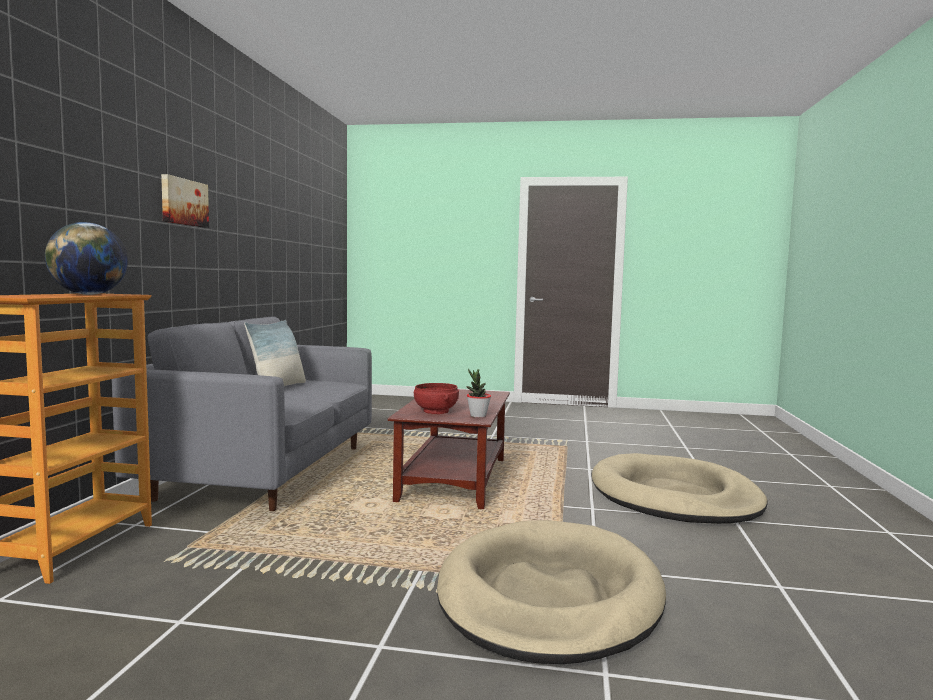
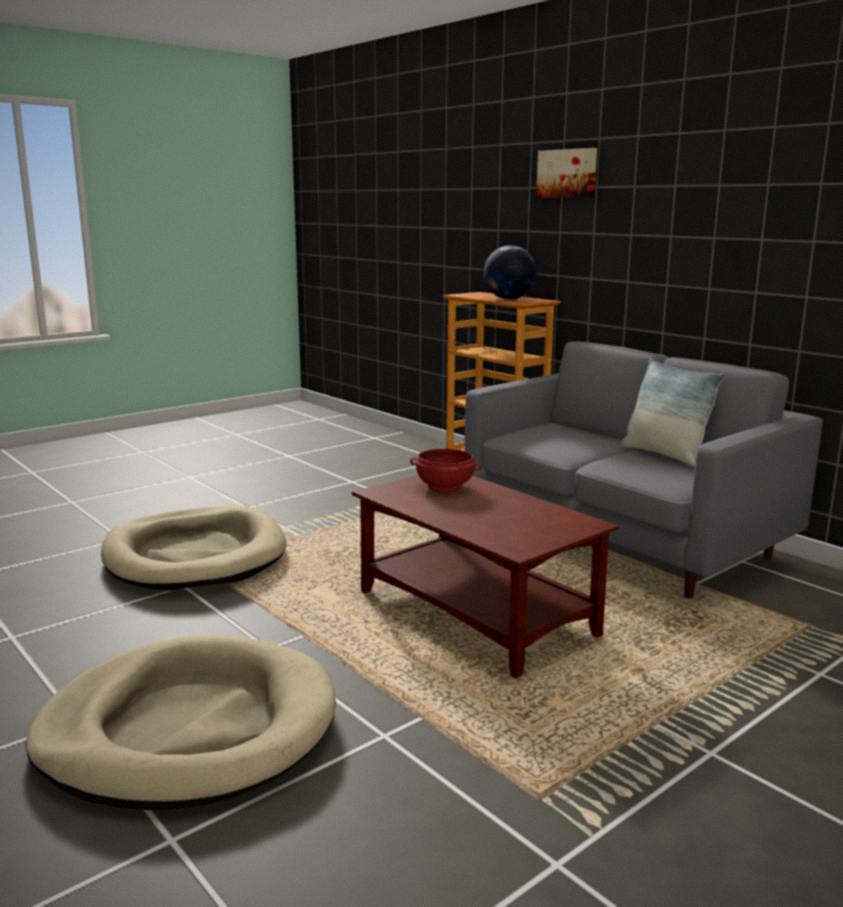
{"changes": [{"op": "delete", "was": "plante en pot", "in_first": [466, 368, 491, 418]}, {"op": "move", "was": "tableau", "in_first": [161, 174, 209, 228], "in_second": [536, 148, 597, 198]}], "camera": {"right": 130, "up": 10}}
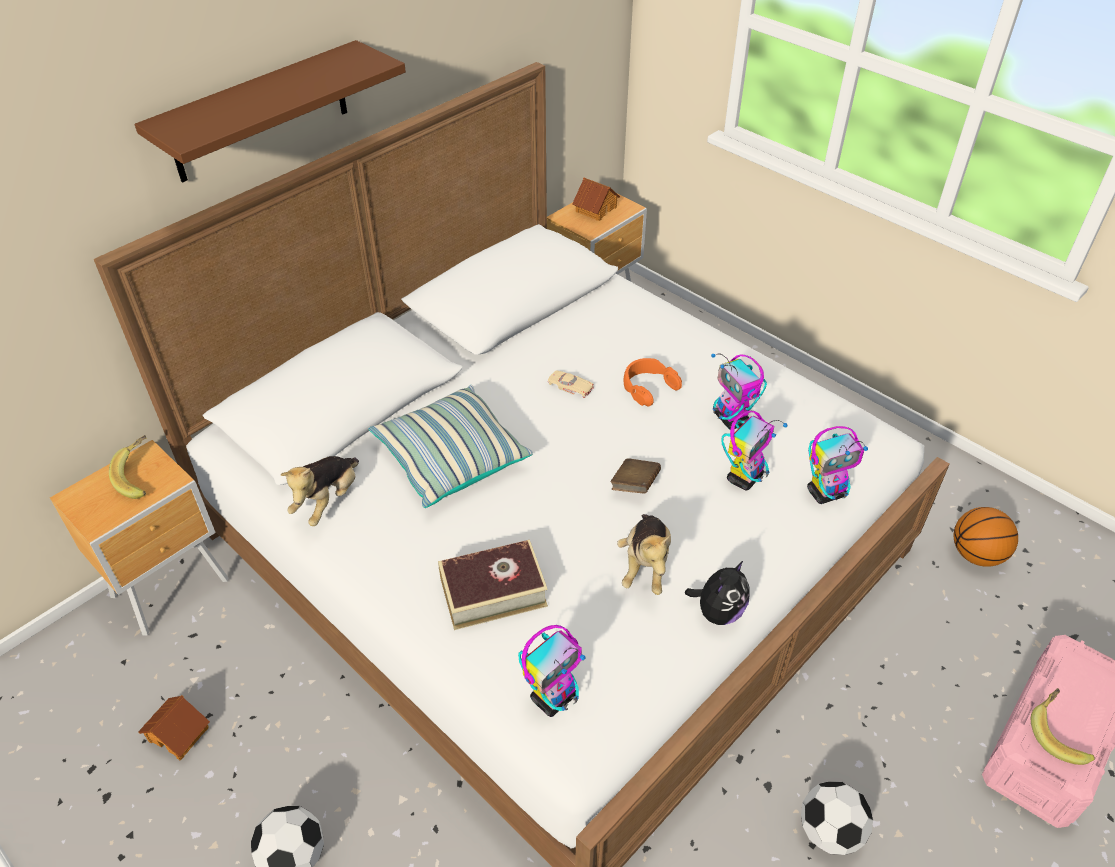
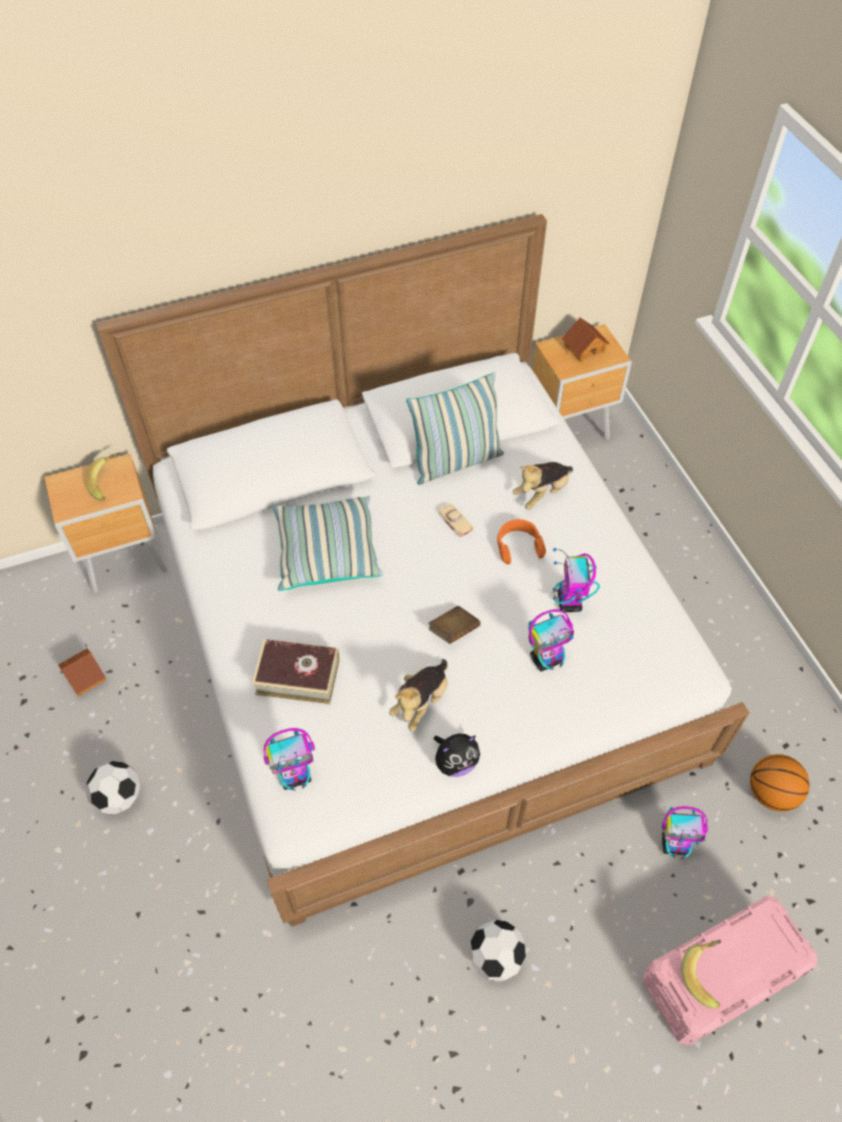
{"changes": [{"op": "delete", "was": "étagère [marron]", "in_first": [135, 40, 406, 183]}, {"op": "insert", "now": "coussin", "in_second": [406, 372, 504, 485]}, {"op": "move", "was": "peluche", "in_first": [281, 456, 359, 526], "in_second": [513, 462, 573, 510]}, {"op": "move", "was": "robot jouet", "in_first": [807, 426, 868, 504], "in_second": [662, 806, 708, 859]}], "camera": {"right": 25, "up": 10}}
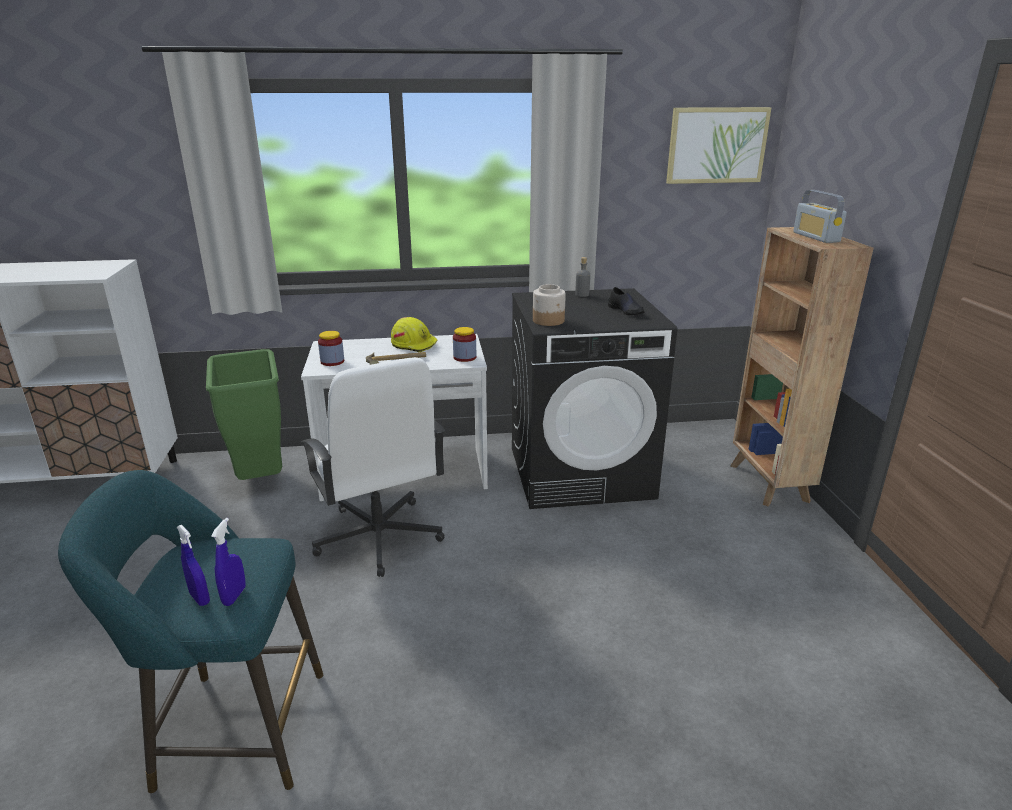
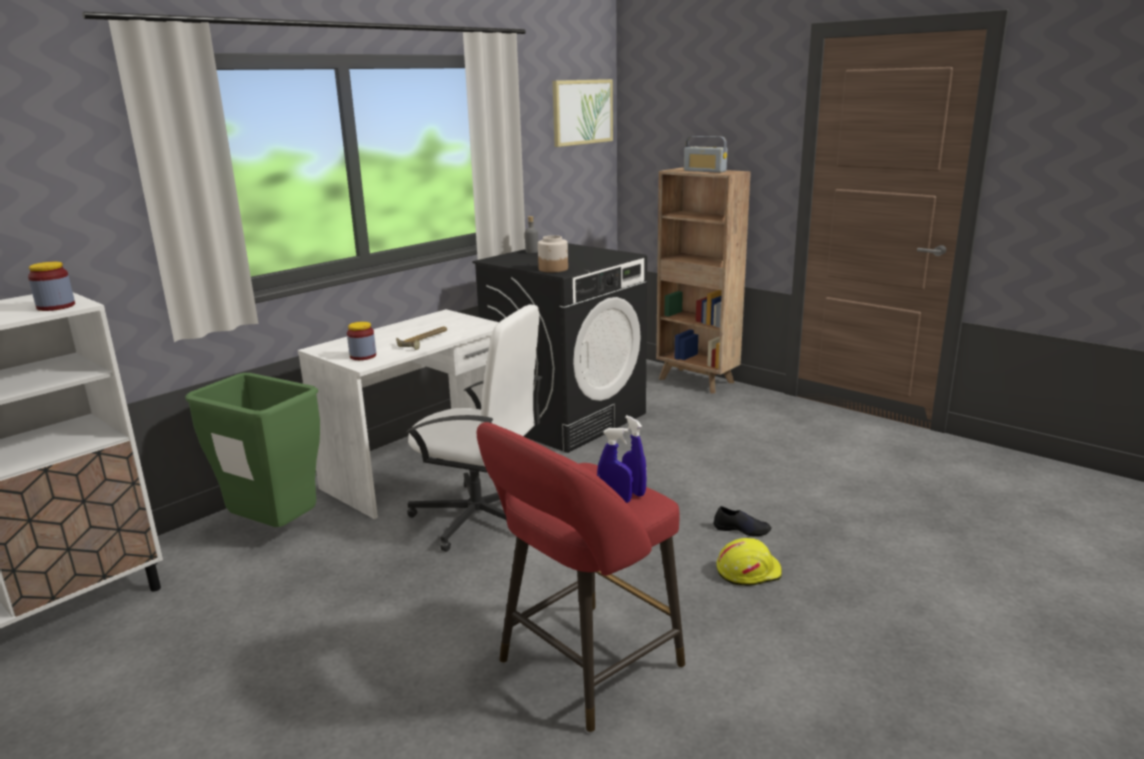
{"changes": [{"op": "move", "was": "casque de chantier [jaune]", "in_first": [391, 317, 438, 352], "in_second": [716, 538, 782, 586]}, {"op": "move", "was": "bocal", "in_first": [453, 327, 476, 362], "in_second": [28, 262, 75, 311]}, {"op": "move", "was": "chaussure [noir]", "in_first": [608, 287, 645, 315], "in_second": [713, 506, 772, 537]}, {"op": "recolor", "was": "tabouret [turquoise]", "now": "tabouret [rouge]", "in_first": [58, 470, 323, 793], "in_second": [477, 422, 685, 732]}], "camera": {"right": -40, "up": -5}}
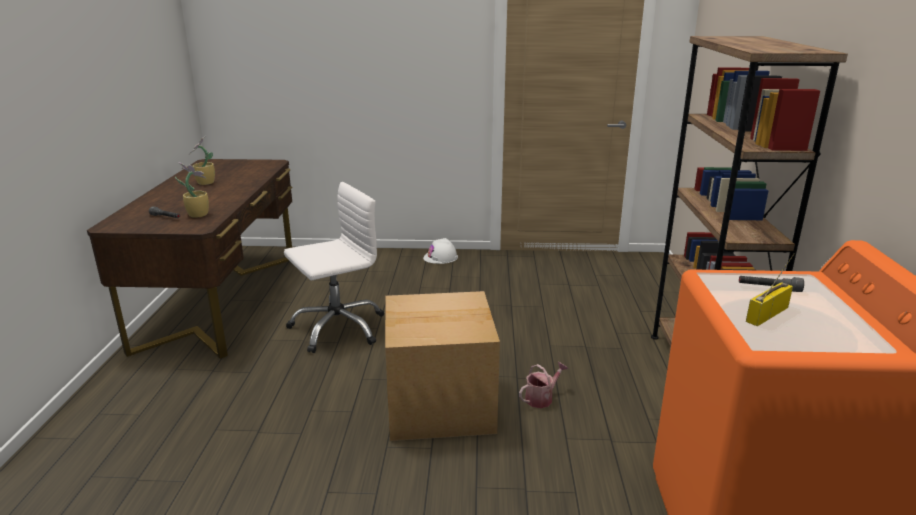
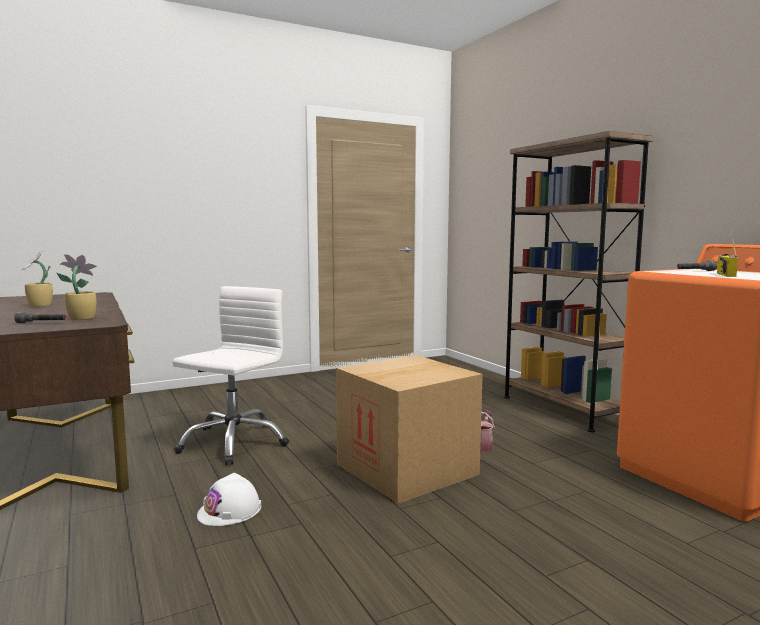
{"changes": [{"op": "move", "was": "casque de chantier [blanc]", "in_first": [423, 238, 458, 264], "in_second": [197, 473, 261, 526]}], "camera": {"right": -30, "up": -15}}
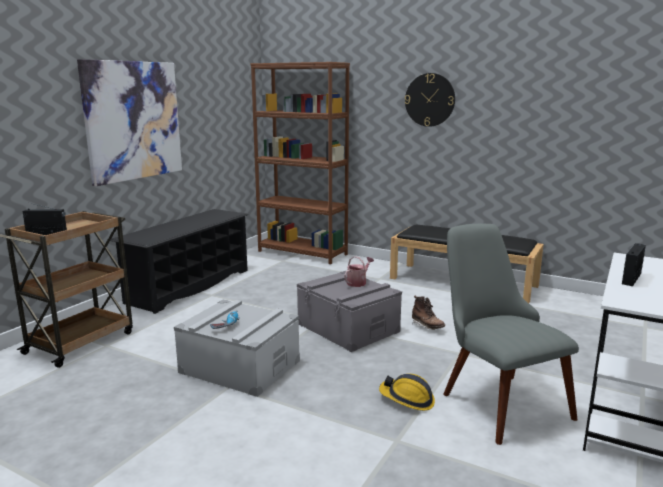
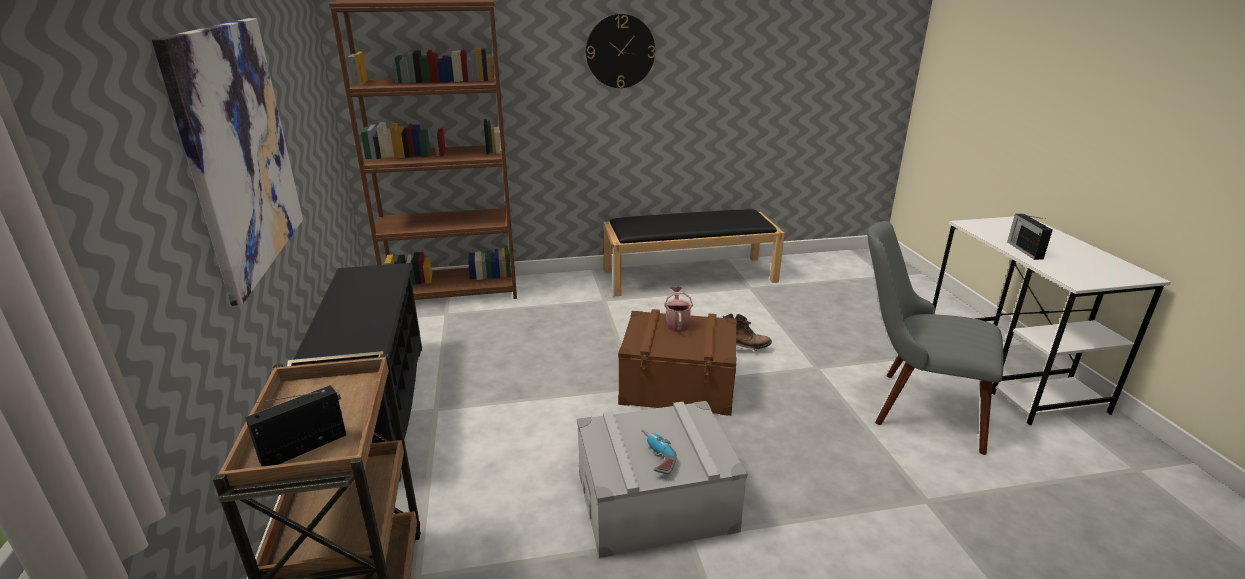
{"changes": [{"op": "delete", "was": "casque de chantier", "in_first": [379, 374, 435, 411]}, {"op": "recolor", "was": "boîte de rangement [gris]", "now": "boîte de rangement [marron]", "in_first": [297, 271, 402, 352], "in_second": [618, 309, 737, 416]}], "camera": {"right": -40, "up": 10}}
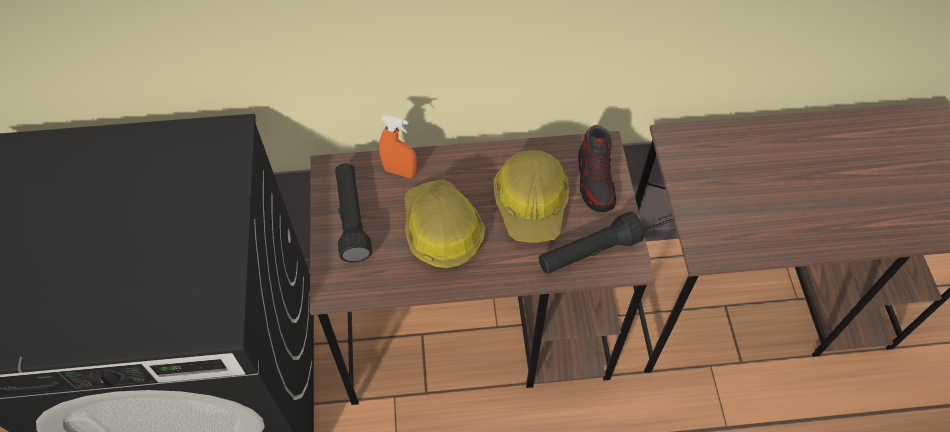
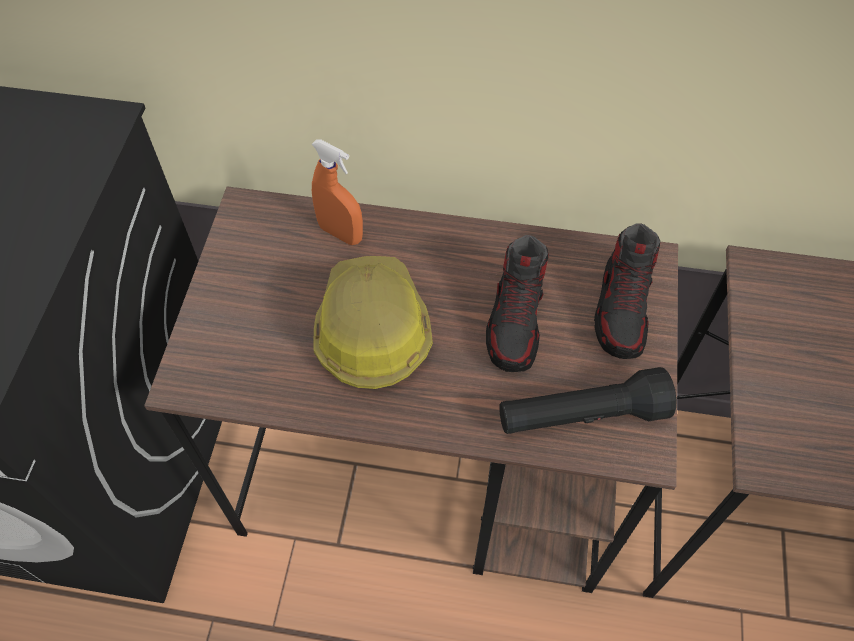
{"changes": [{"op": "delete", "was": "lampe de poche [noir]", "in_first": [335, 163, 372, 263]}, {"op": "replace", "was": "casque de chantier", "now": "chaussure", "in_first": [493, 150, 569, 243], "in_second": [486, 235, 549, 372]}], "camera": {"right": 15, "up": 0}}
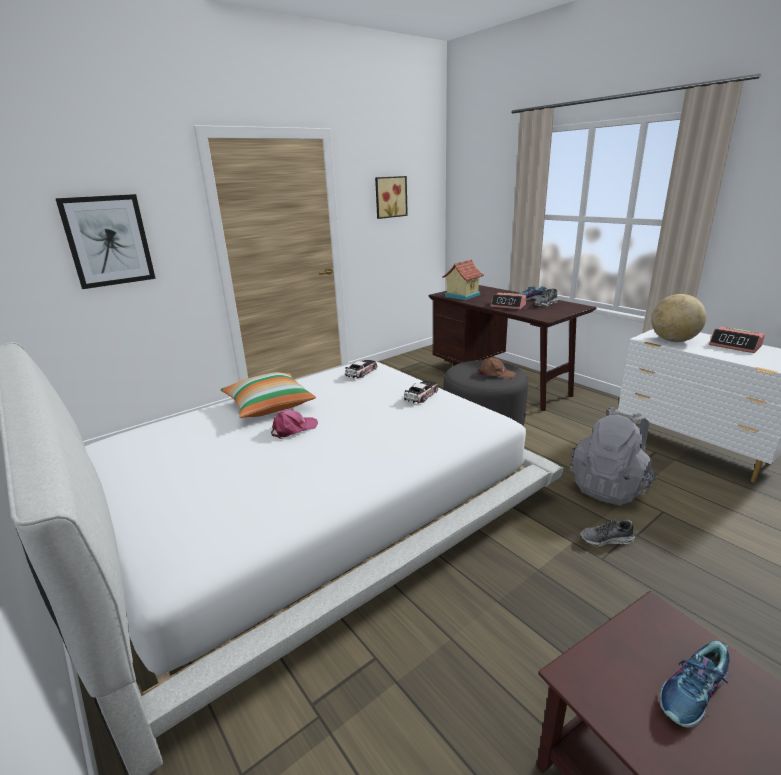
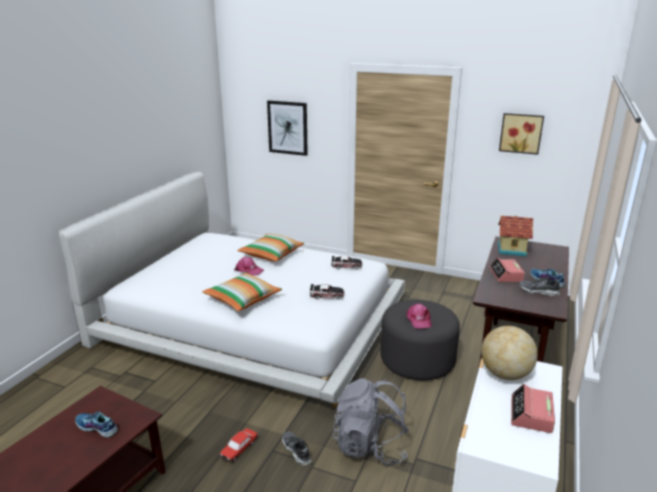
{"changes": [{"op": "insert", "now": "coussin", "in_second": [202, 272, 282, 311]}, {"op": "insert", "now": "petite voiture", "in_second": [219, 428, 258, 462]}, {"op": "recolor", "was": "casquette [marron]", "now": "casquette [rose]", "in_first": [478, 358, 516, 379], "in_second": [406, 304, 432, 329]}], "camera": {"right": 60, "up": 0}}
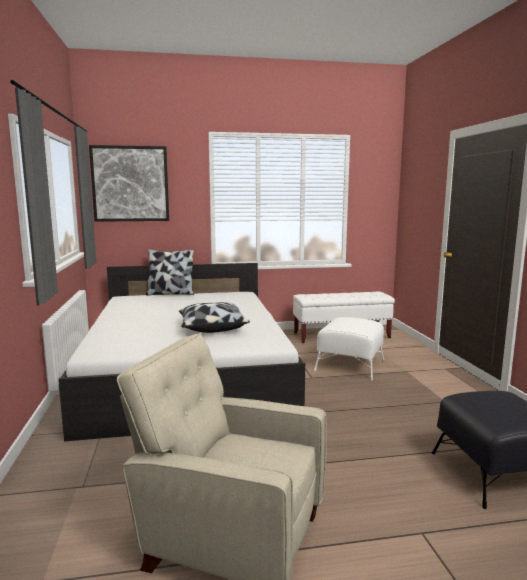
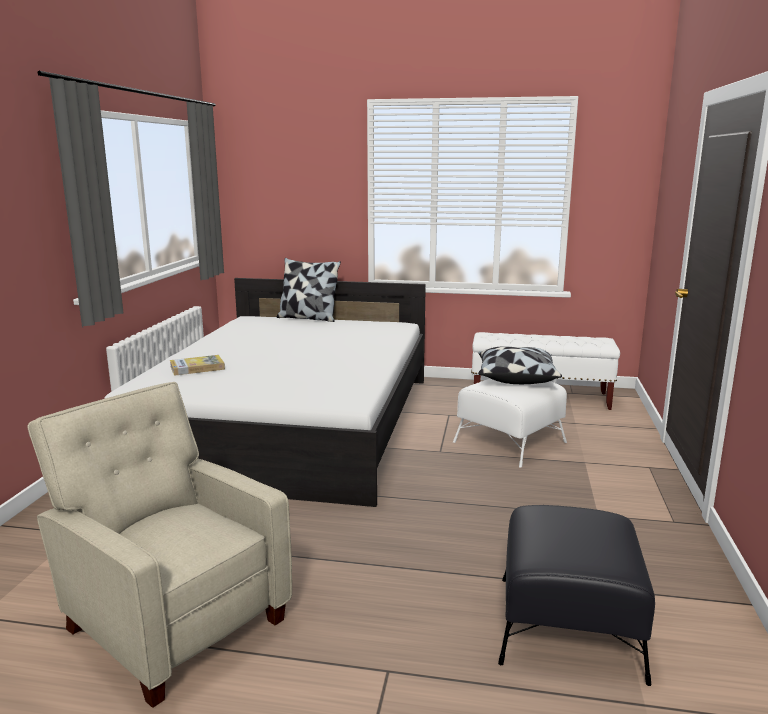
{"changes": [{"op": "delete", "was": "tableau", "in_first": [89, 145, 169, 222]}, {"op": "insert", "now": "livre", "in_second": [170, 355, 225, 376]}, {"op": "move", "was": "coussin", "in_first": [179, 302, 250, 333], "in_second": [478, 346, 562, 384]}], "camera": {"right": 20, "up": 5}}
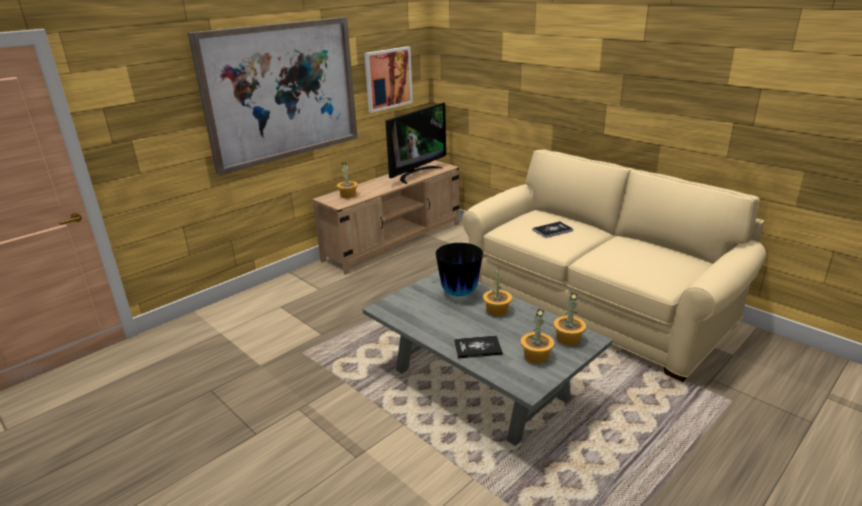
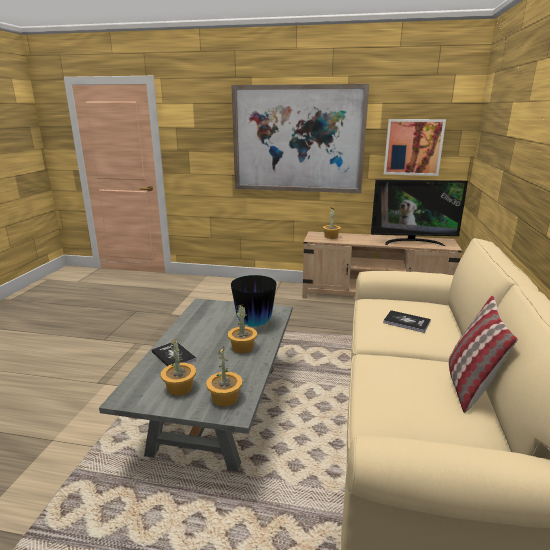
{"changes": [{"op": "insert", "now": "coussin", "in_second": [449, 295, 518, 413]}], "camera": {"right": 55, "up": -5}}
